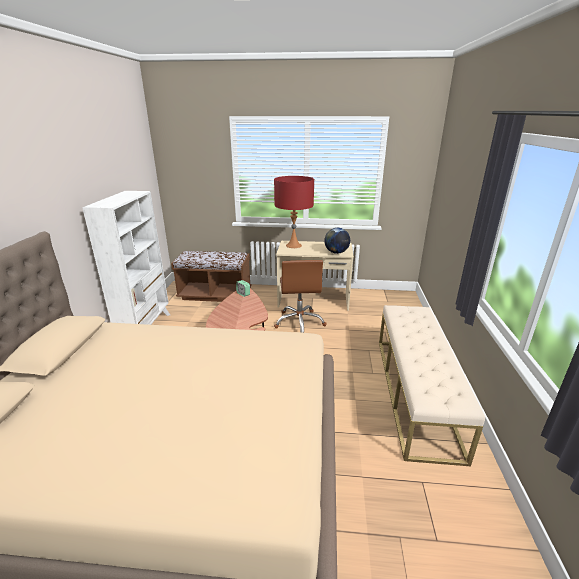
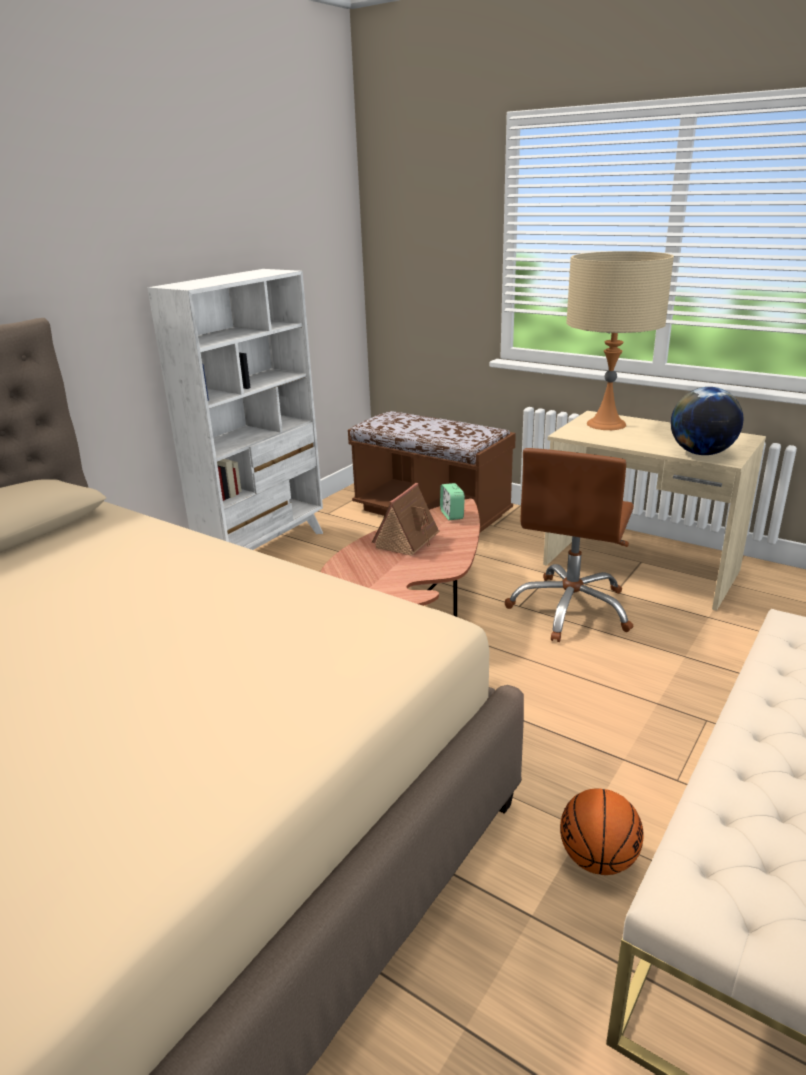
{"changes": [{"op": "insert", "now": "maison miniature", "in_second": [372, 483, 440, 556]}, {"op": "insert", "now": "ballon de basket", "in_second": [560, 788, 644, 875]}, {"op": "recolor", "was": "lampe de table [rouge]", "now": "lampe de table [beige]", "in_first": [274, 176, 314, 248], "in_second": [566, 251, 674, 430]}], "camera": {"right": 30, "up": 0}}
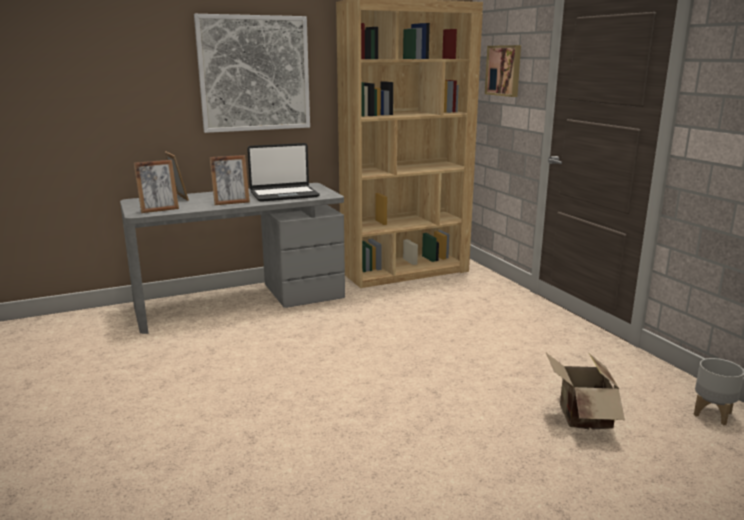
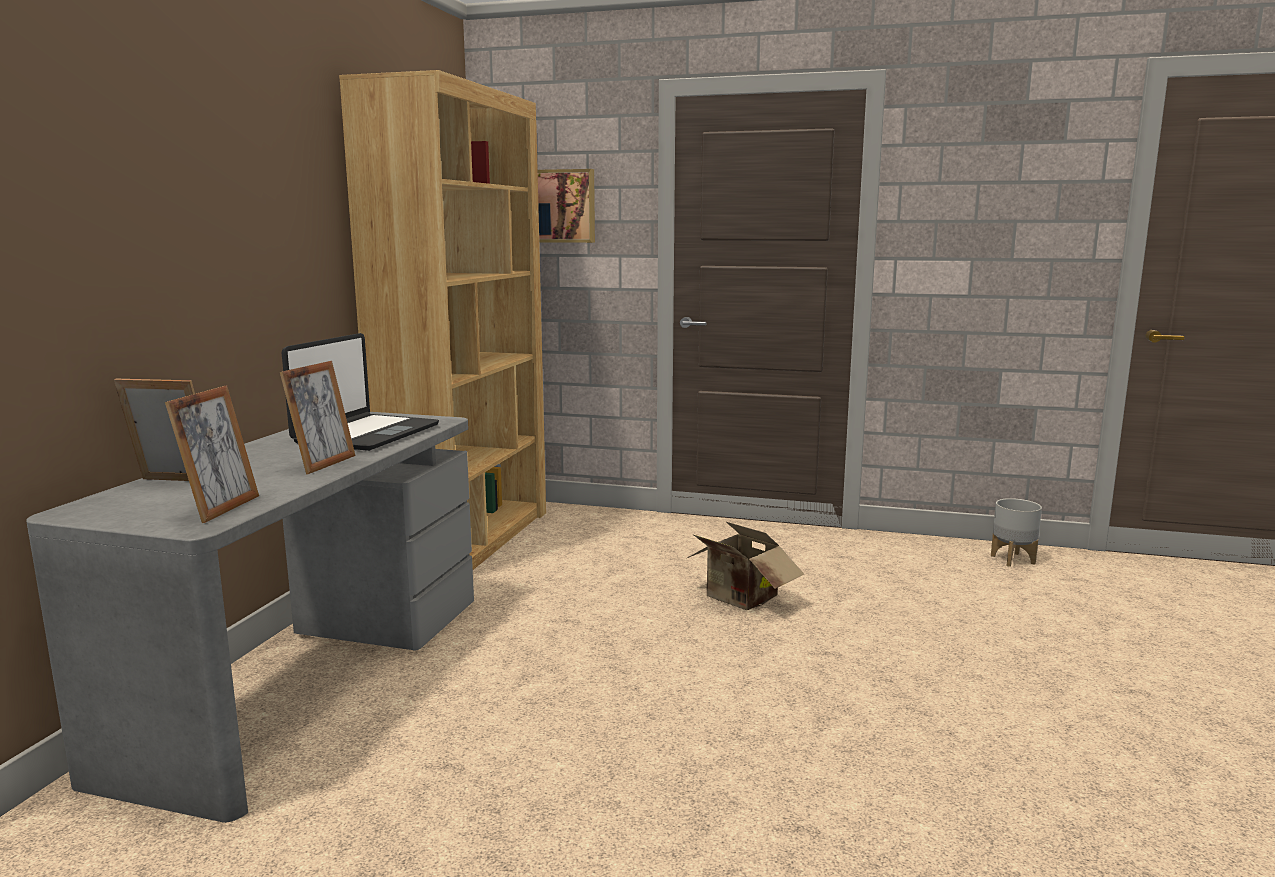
{"changes": [{"op": "delete", "was": "tableau", "in_first": [194, 14, 310, 133]}, {"op": "move", "was": "carton", "in_first": [546, 353, 625, 430], "in_second": [688, 522, 804, 610]}], "camera": {"right": -50, "up": -5}}
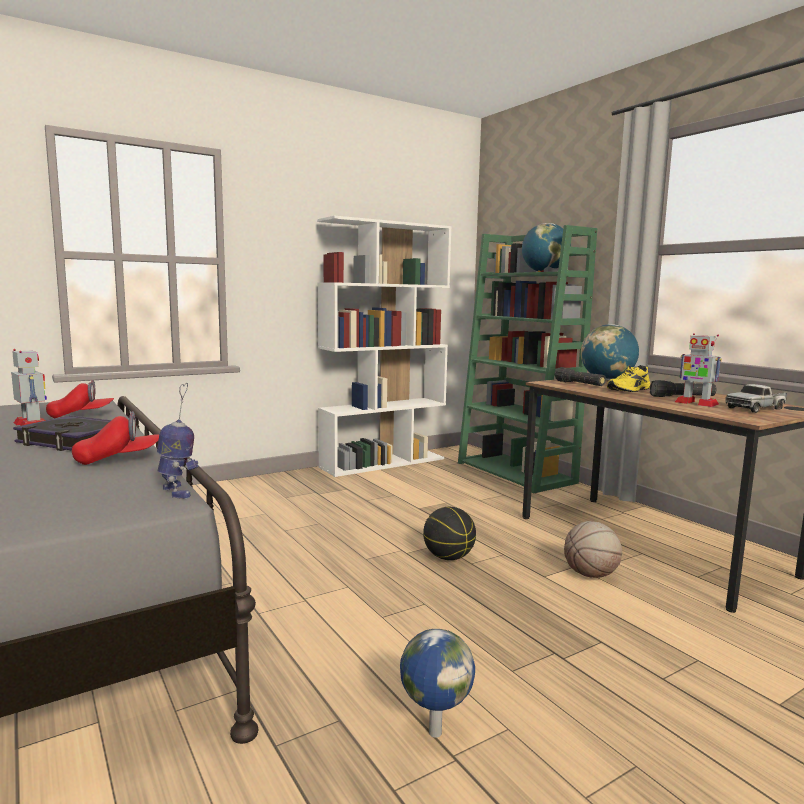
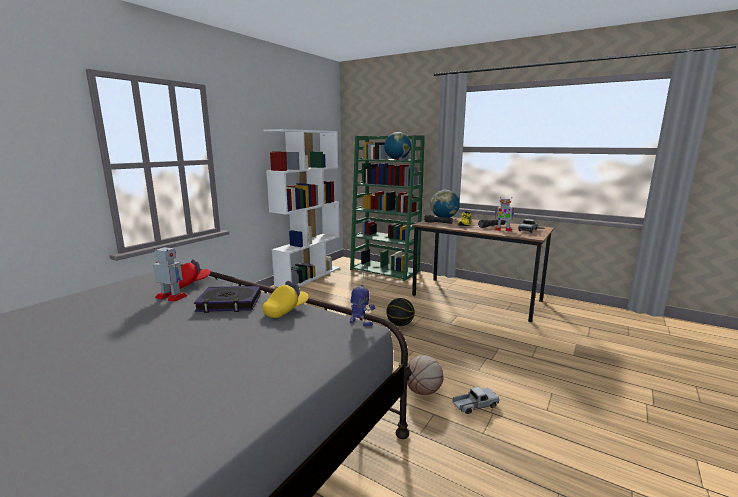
{"changes": [{"op": "move", "was": "ballon de basket", "in_first": [564, 521, 622, 578], "in_second": [407, 355, 443, 395]}, {"op": "replace", "was": "globe", "now": "camion jouet", "in_first": [400, 629, 475, 737], "in_second": [453, 387, 500, 414]}, {"op": "recolor", "was": "casquette [rouge]", "now": "casquette [jaune]", "in_first": [72, 411, 159, 465], "in_second": [262, 281, 308, 318]}], "camera": {"right": -25, "up": 5}}
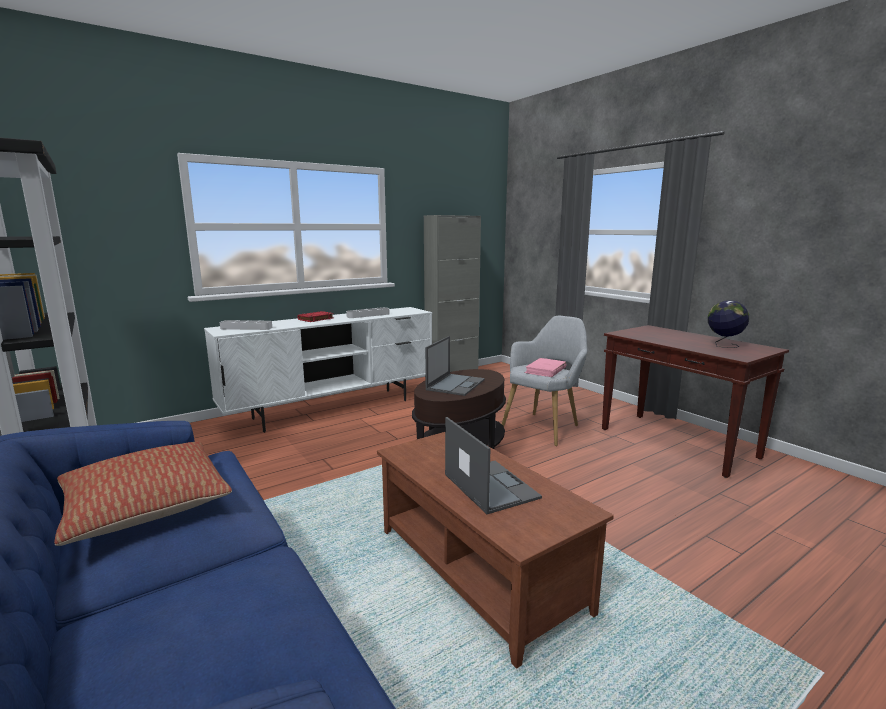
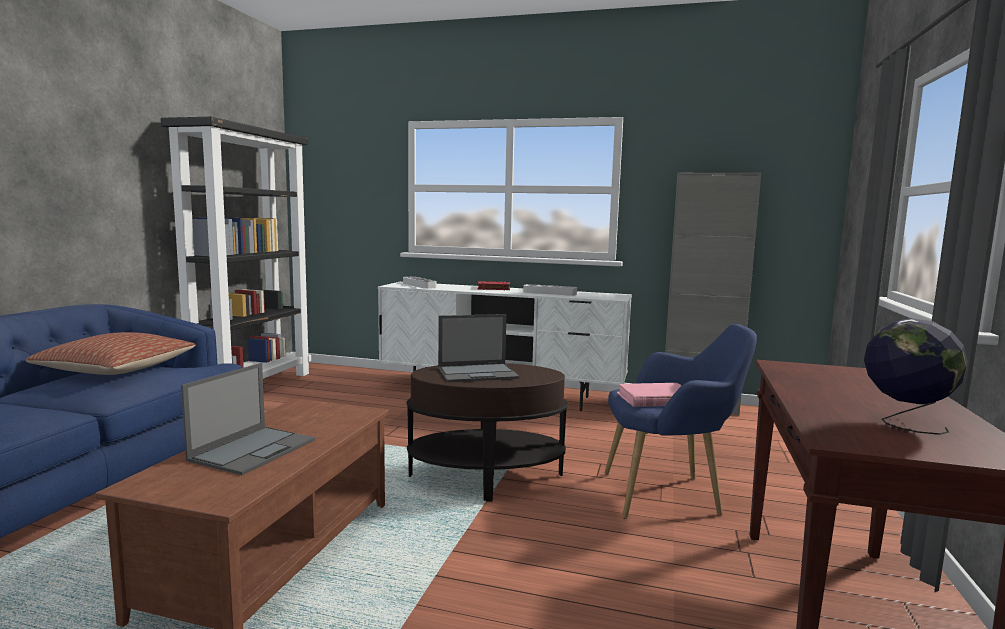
{"changes": [{"op": "recolor", "was": "fauteuil [gris]", "now": "fauteuil [bleu]", "in_first": [502, 316, 587, 446], "in_second": [604, 324, 757, 519]}], "camera": {"right": 50, "up": -5}}
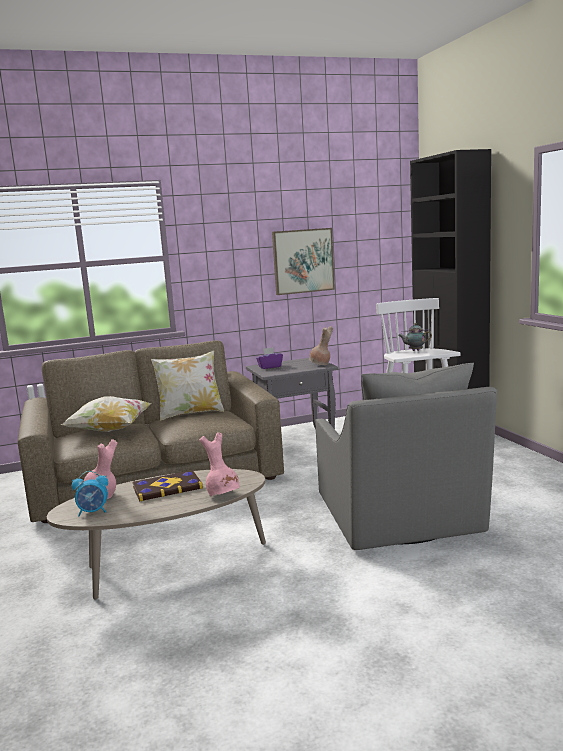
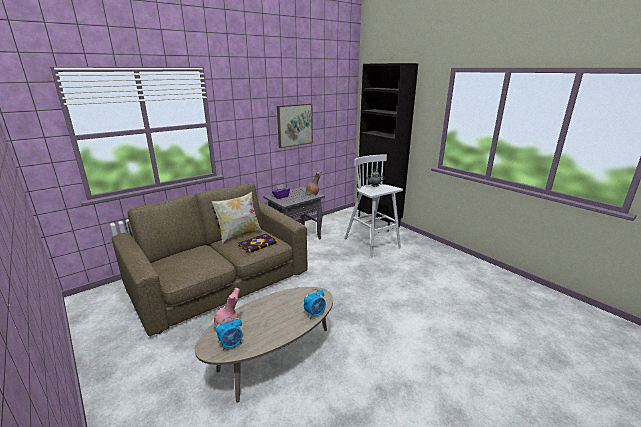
{"changes": [{"op": "delete", "was": "coussin", "in_first": [61, 396, 152, 432]}, {"op": "delete", "was": "fauteuil [gris]", "in_first": [315, 363, 497, 550]}, {"op": "move", "was": "livre", "in_first": [132, 470, 203, 501], "in_second": [238, 234, 278, 253]}, {"op": "replace", "was": "vase [rose]", "now": "réveil", "in_first": [199, 432, 240, 497], "in_second": [304, 289, 326, 319]}], "camera": {"right": -20, "up": 10}}
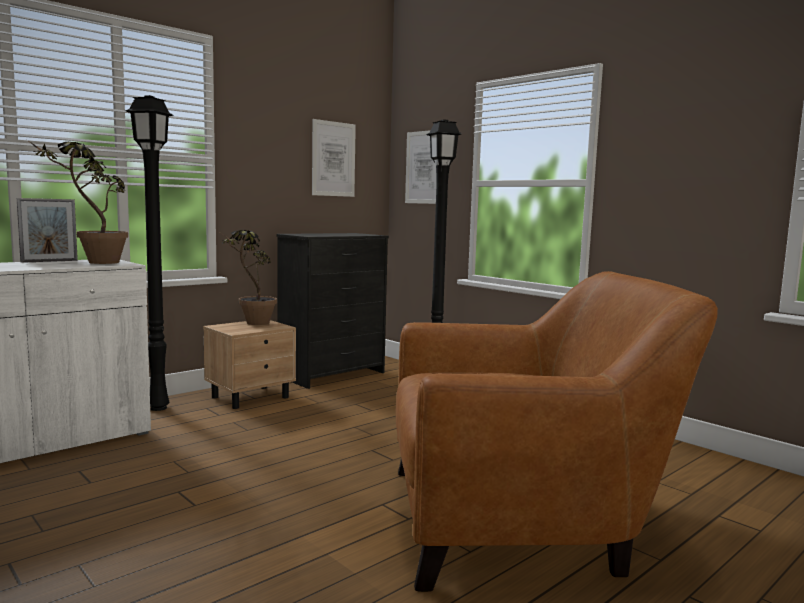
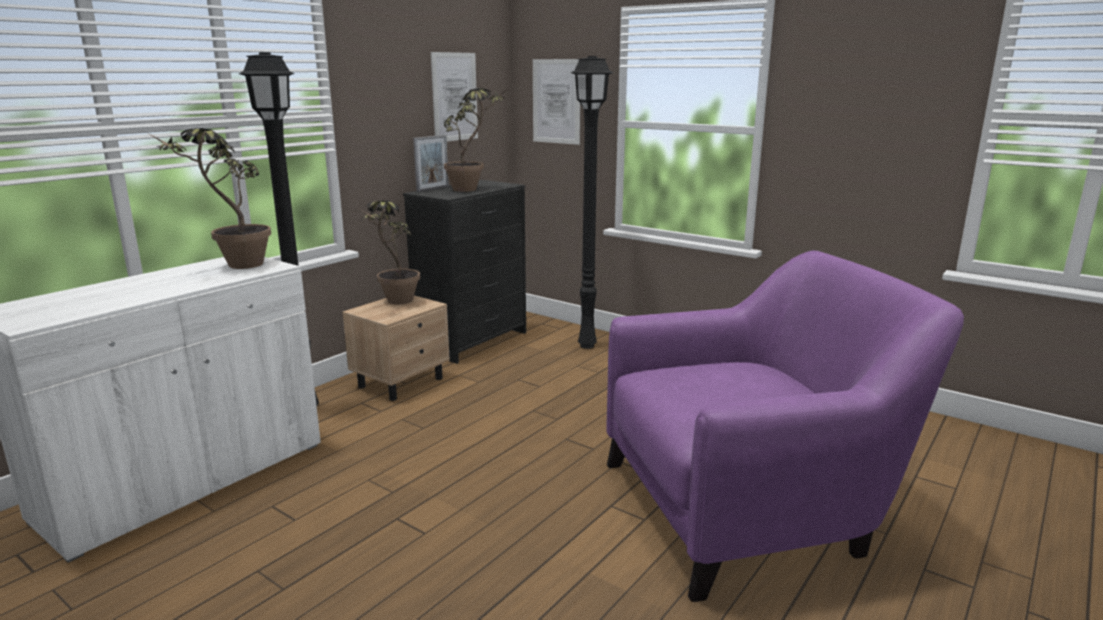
{"changes": [{"op": "insert", "now": "plante en pot", "in_second": [444, 88, 505, 192]}, {"op": "move", "was": "cadre photo", "in_first": [17, 198, 78, 263], "in_second": [413, 135, 449, 192]}, {"op": "recolor", "was": "fauteuil [marron]", "now": "fauteuil [violet]", "in_first": [396, 271, 718, 592], "in_second": [606, 251, 964, 602]}], "camera": {"right": -10, "up": 10}}
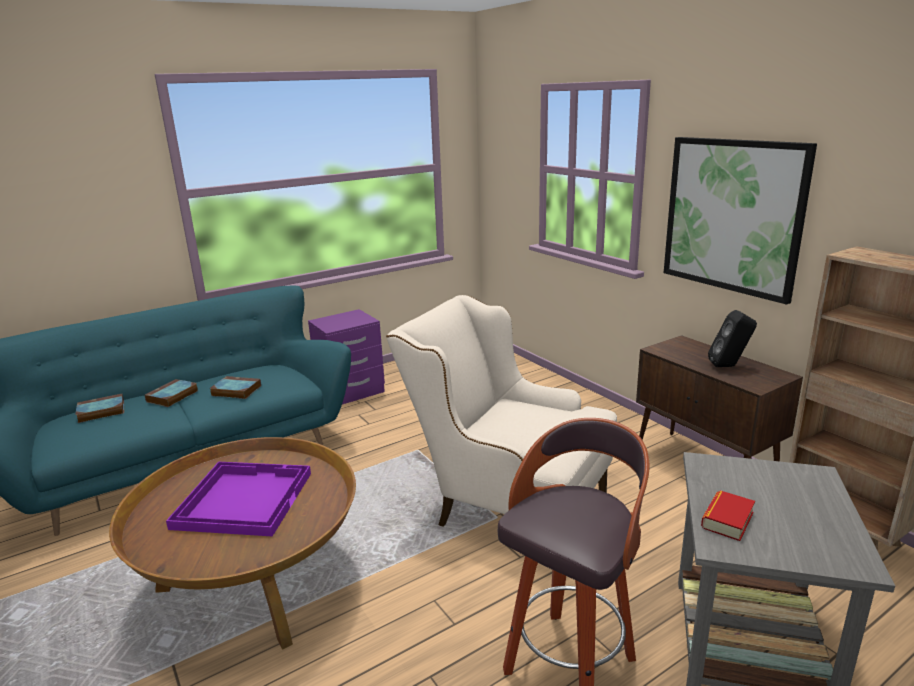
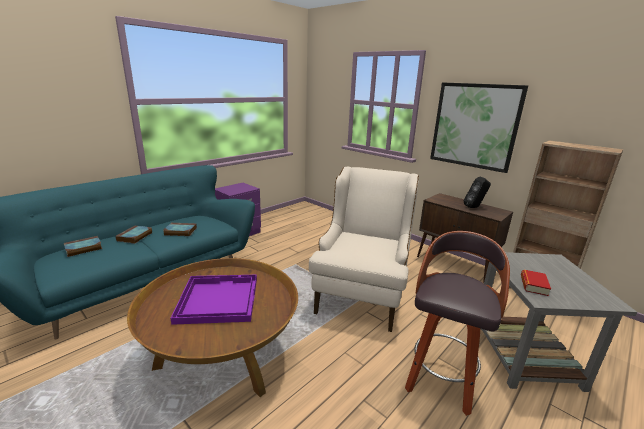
{"changes": [{"op": "rotate", "was": "fauteuil [beige]", "in_first": [386, 295, 617, 527], "in_second": [309, 167, 419, 332], "clockwise": 90}], "camera": {"right": -15, "up": 0}}
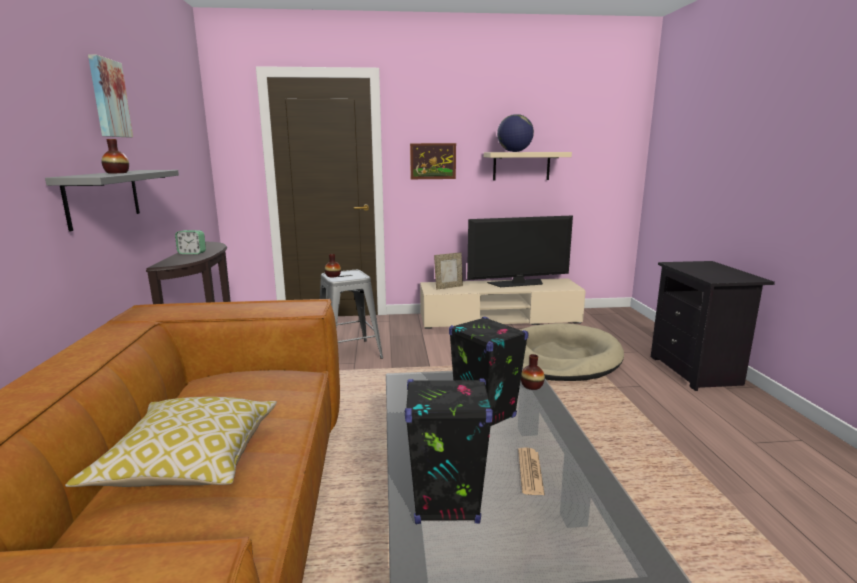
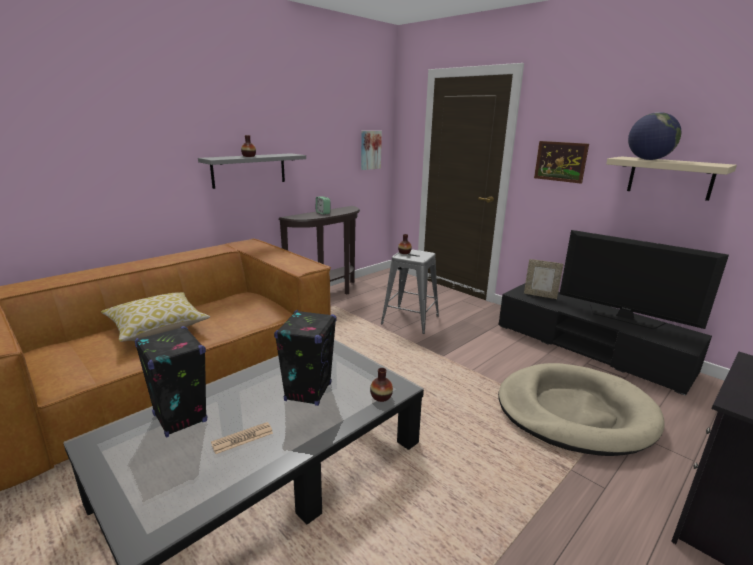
{"changes": [{"op": "move", "was": "tableau", "in_first": [88, 54, 133, 137], "in_second": [361, 131, 382, 170]}, {"op": "recolor", "was": "meuble télé [beige]", "now": "meuble télé [noir]", "in_first": [420, 278, 586, 329], "in_second": [499, 283, 712, 396]}], "camera": {"right": 50, "up": 5}}
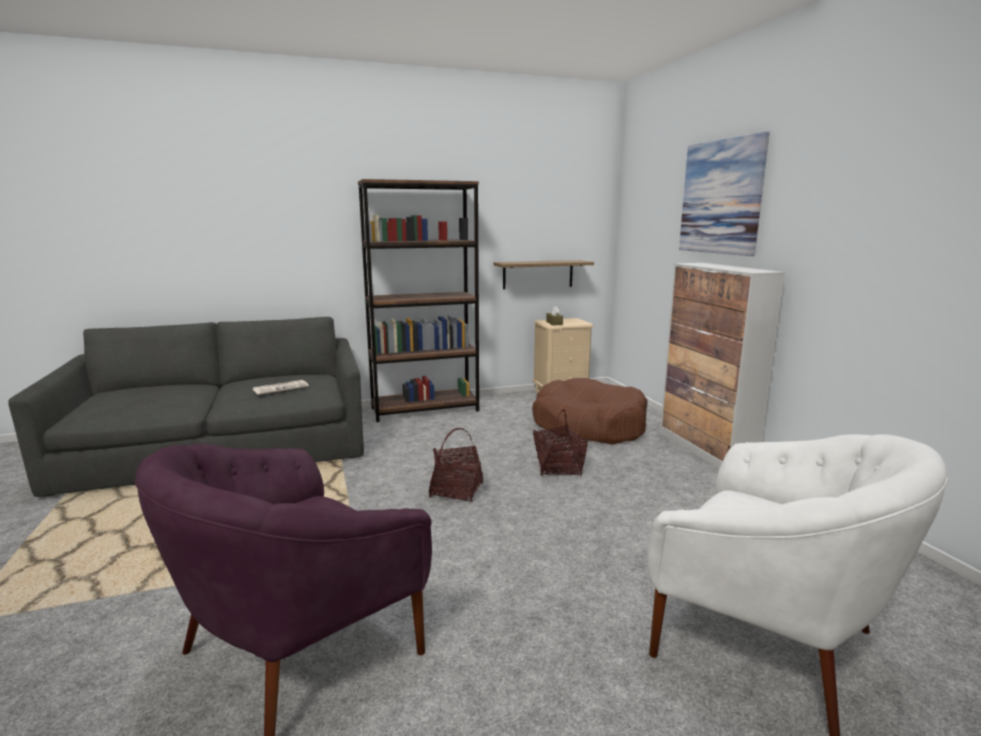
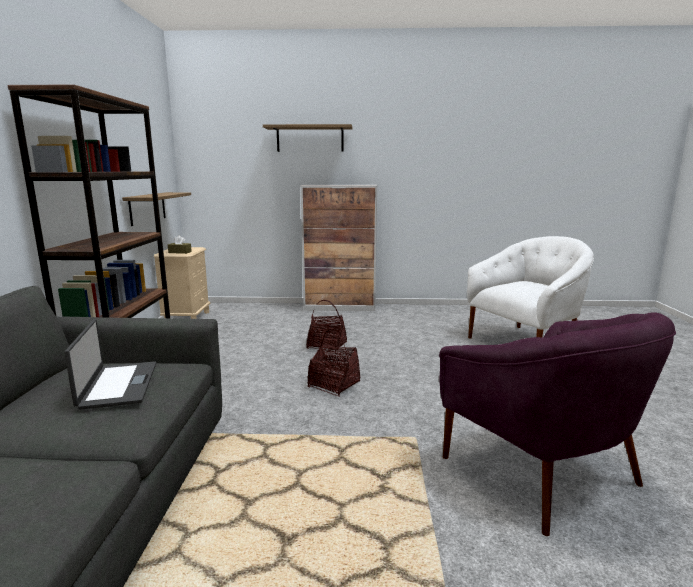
{"changes": [{"op": "delete", "was": "panier pour chien [marron]", "in_first": [532, 378, 648, 445]}, {"op": "replace", "was": "journal", "now": "ordinateur portable", "in_first": [253, 380, 309, 395], "in_second": [64, 319, 156, 410]}, {"op": "replace", "was": "tableau", "now": "étagère", "in_first": [679, 131, 770, 256], "in_second": [263, 124, 352, 152]}], "camera": {"right": -70, "up": 0}}
